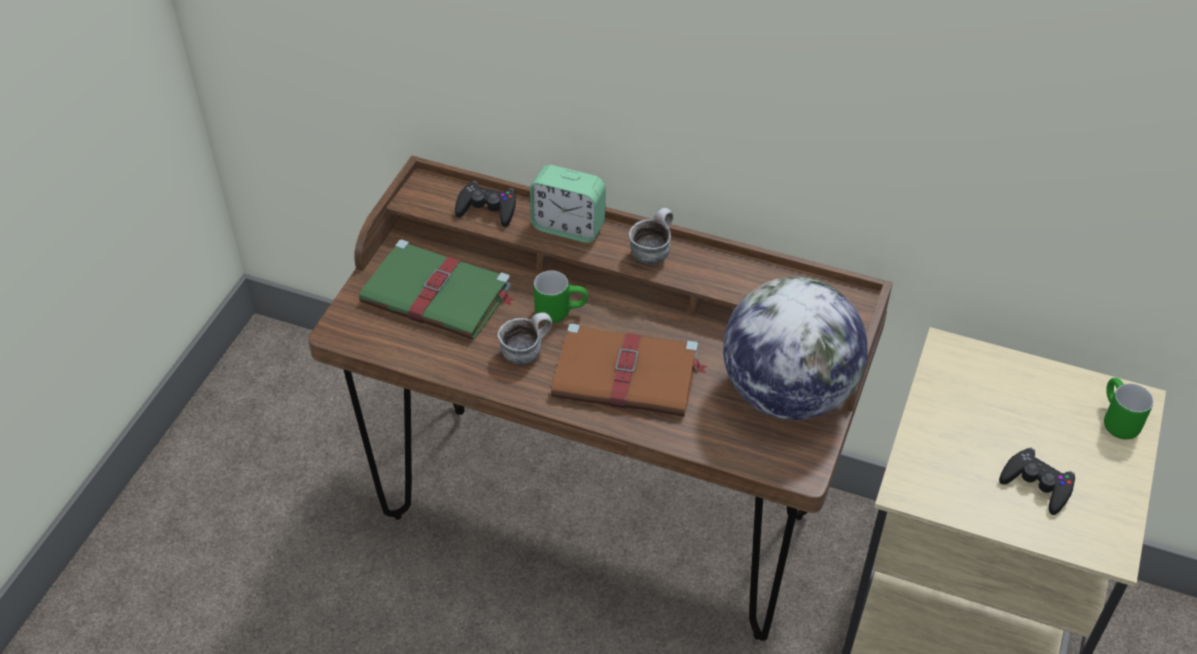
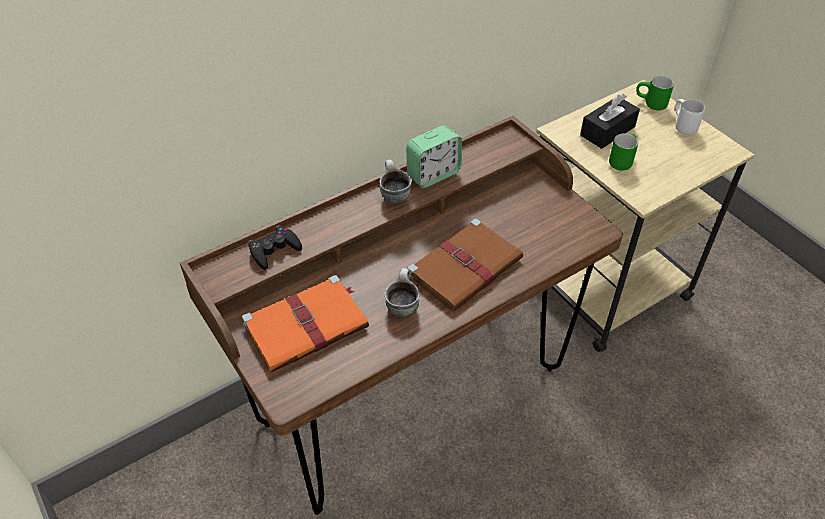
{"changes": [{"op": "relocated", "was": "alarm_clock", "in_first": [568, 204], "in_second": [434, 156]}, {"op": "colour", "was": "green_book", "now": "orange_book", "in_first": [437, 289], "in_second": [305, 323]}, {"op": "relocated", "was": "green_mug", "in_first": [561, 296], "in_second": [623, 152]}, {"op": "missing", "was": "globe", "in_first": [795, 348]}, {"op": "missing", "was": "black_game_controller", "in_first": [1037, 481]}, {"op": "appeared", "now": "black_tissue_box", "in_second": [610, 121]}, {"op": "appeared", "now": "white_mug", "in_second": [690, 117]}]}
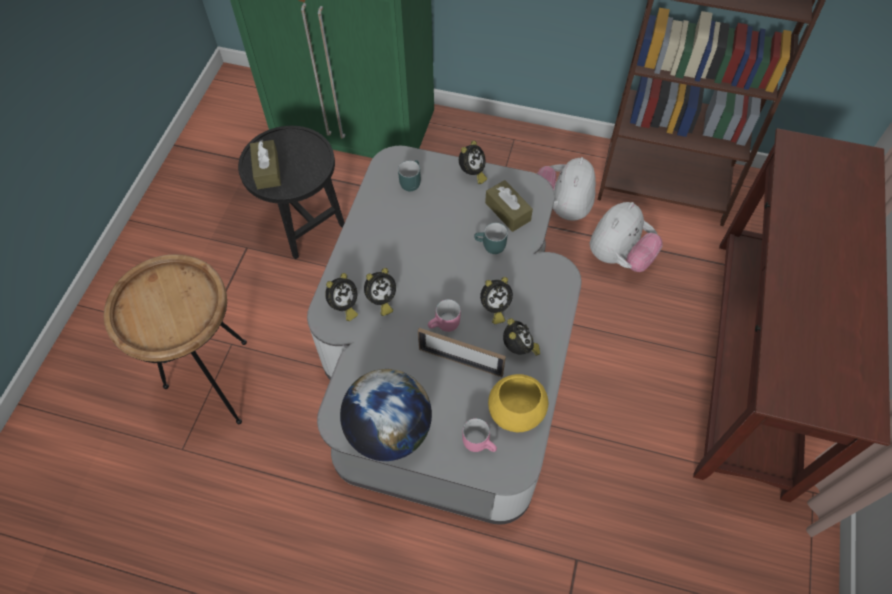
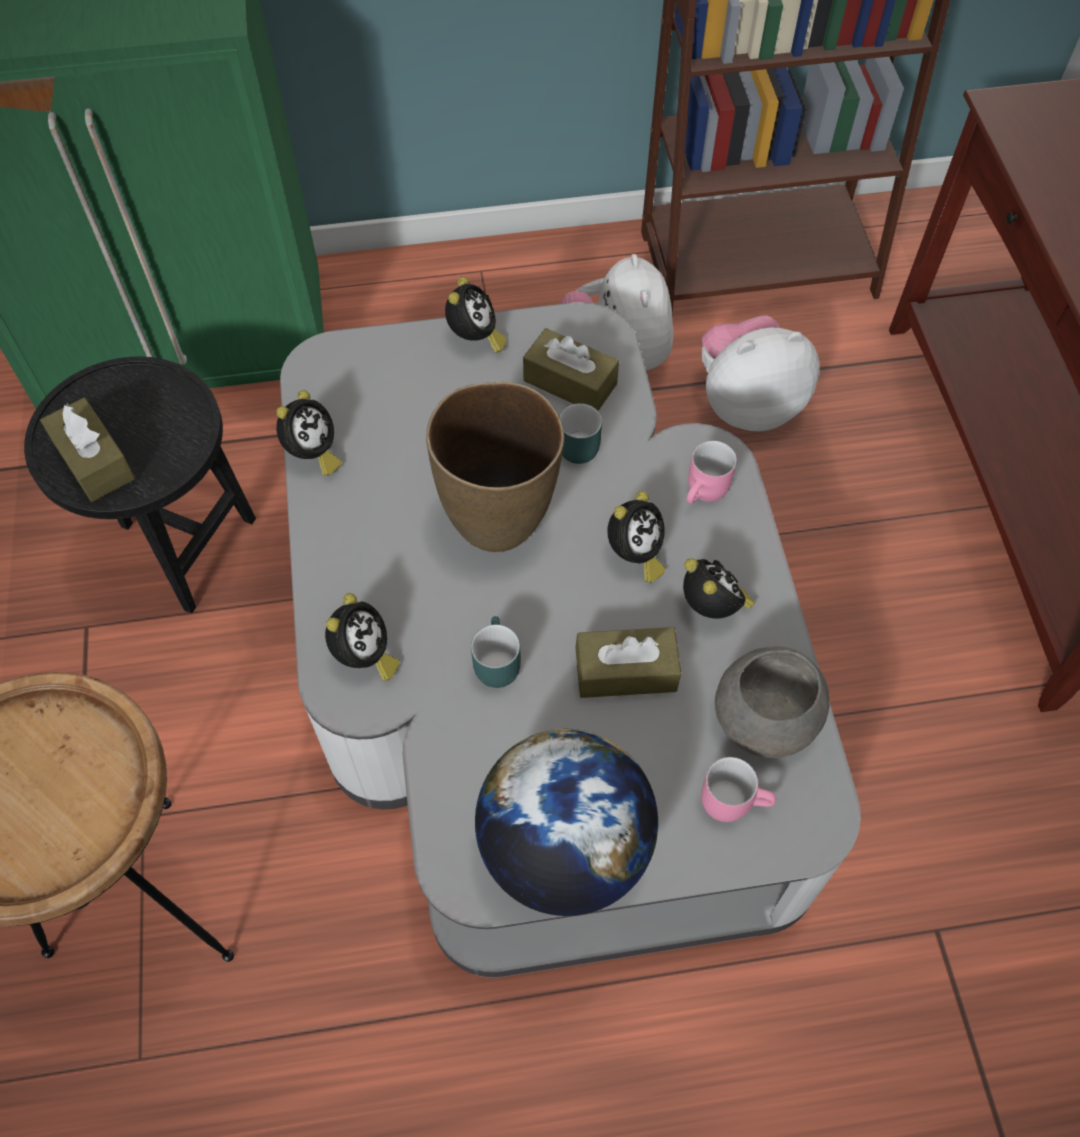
{"changes": [{"op": "relocated", "was": "turquoise_mug", "in_first": [409, 175], "in_second": [496, 652]}, {"op": "spun", "was": "plush_toy", "in_first": [626, 237], "in_second": [761, 373], "clockwise": -120}, {"op": "relocated", "was": "alarm_clock", "in_first": [380, 292], "in_second": [309, 433]}, {"op": "relocated", "was": "pink_mug", "in_first": [444, 315], "in_second": [712, 472]}, {"op": "exchanged", "was": "picture_frame", "now": "brown_tissue_box", "in_first": [462, 352], "in_second": [628, 662]}, {"op": "colour", "was": "yellow_bowl", "now": "grey_bowl", "in_first": [518, 403], "in_second": [772, 702]}, {"op": "appeared", "now": "brown_vase", "in_second": [495, 467]}]}
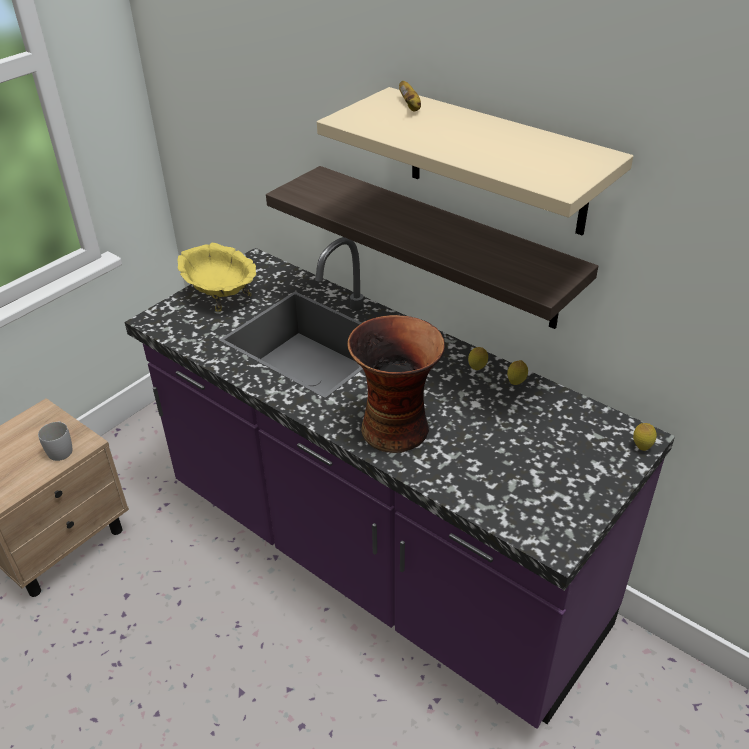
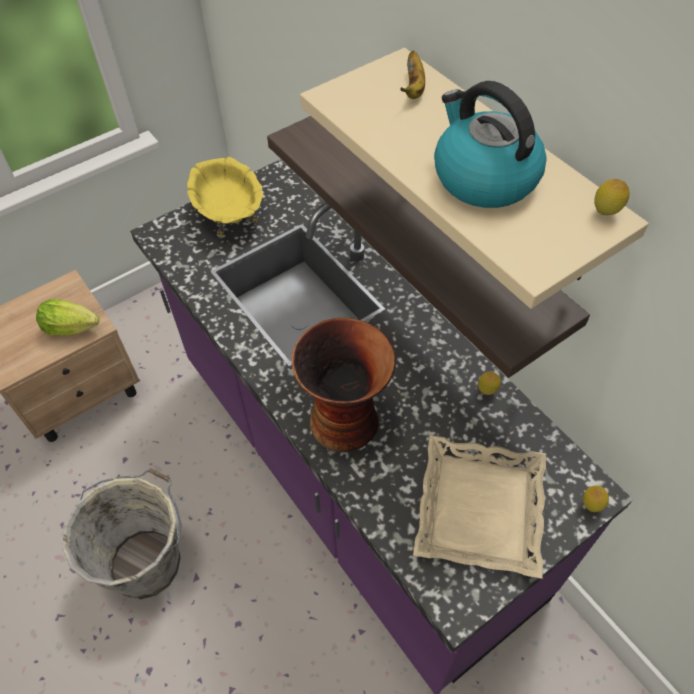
{"changes": [{"op": "relocated", "was": "lemon", "in_first": [478, 358], "in_second": [612, 197]}, {"op": "exchanged", "was": "white_mug", "now": "lettuce", "in_first": [55, 441], "in_second": [67, 317]}, {"op": "appeared", "now": "kettle", "in_second": [490, 144]}, {"op": "appeared", "now": "beige_tray", "in_second": [479, 507]}, {"op": "appeared", "now": "grey_bucket", "in_second": [122, 533]}]}
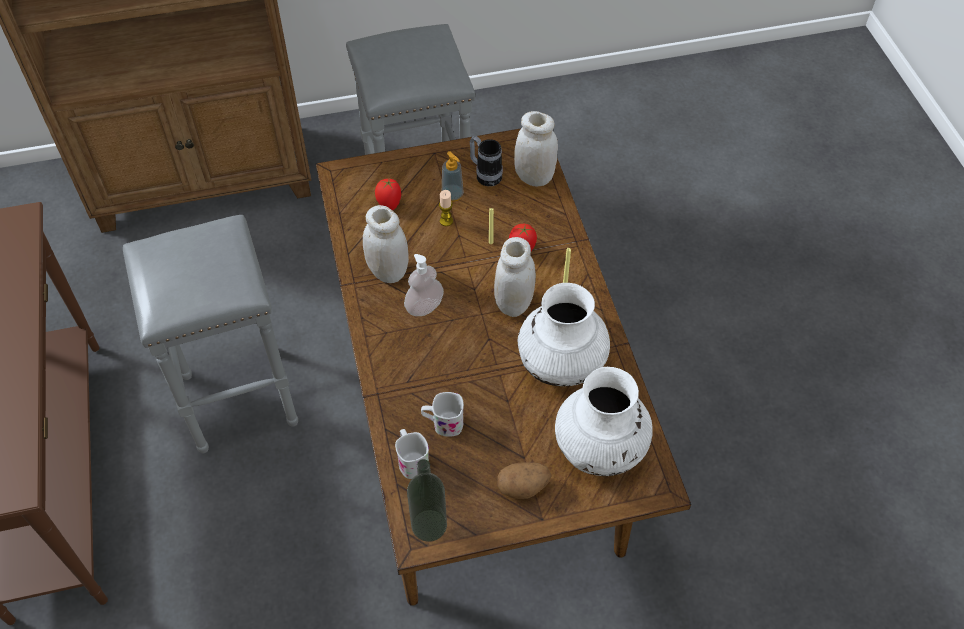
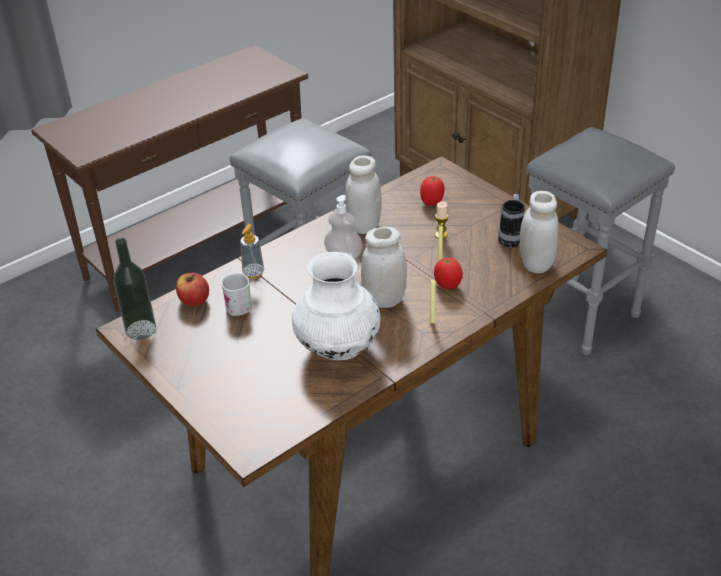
{"changes": [{"op": "relocated", "was": "soap_dispenser", "in_first": [453, 176], "in_second": [252, 251]}, {"op": "missing", "was": "white_vase", "in_first": [604, 421]}, {"op": "exchanged", "was": "white_mug", "now": "apple", "in_first": [412, 454], "in_second": [192, 289]}, {"op": "missing", "was": "potato", "in_first": [524, 480]}]}
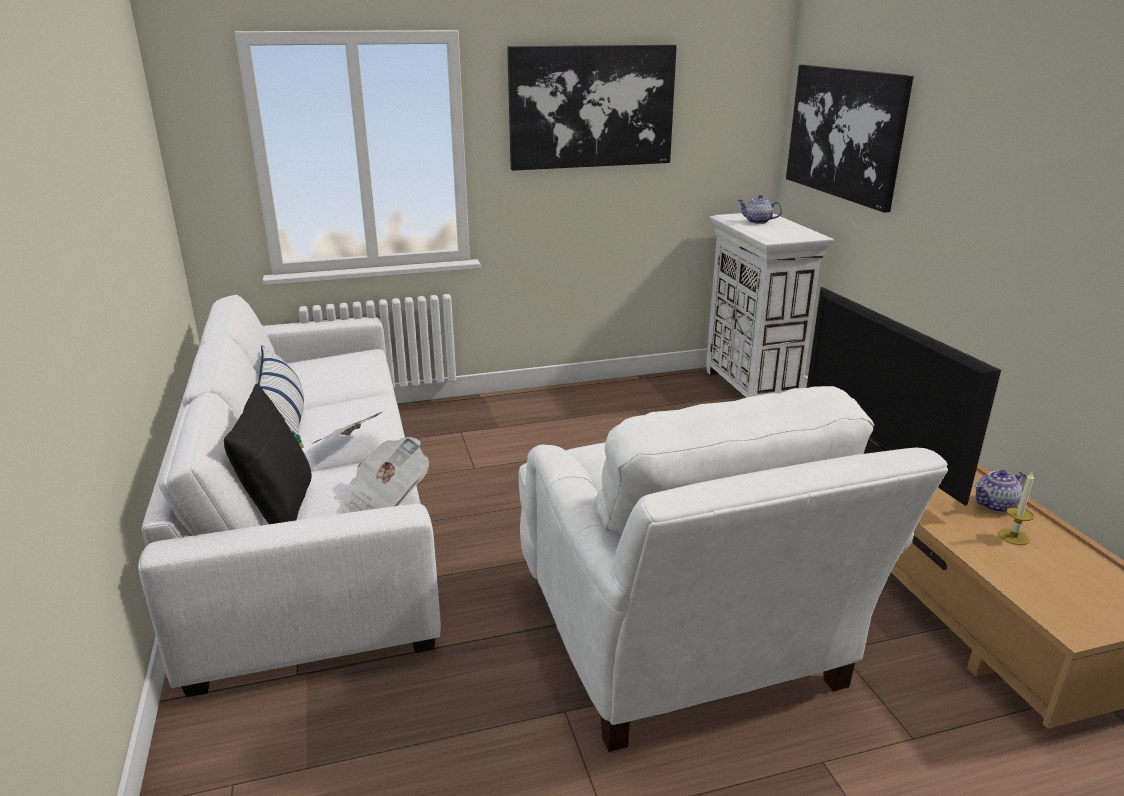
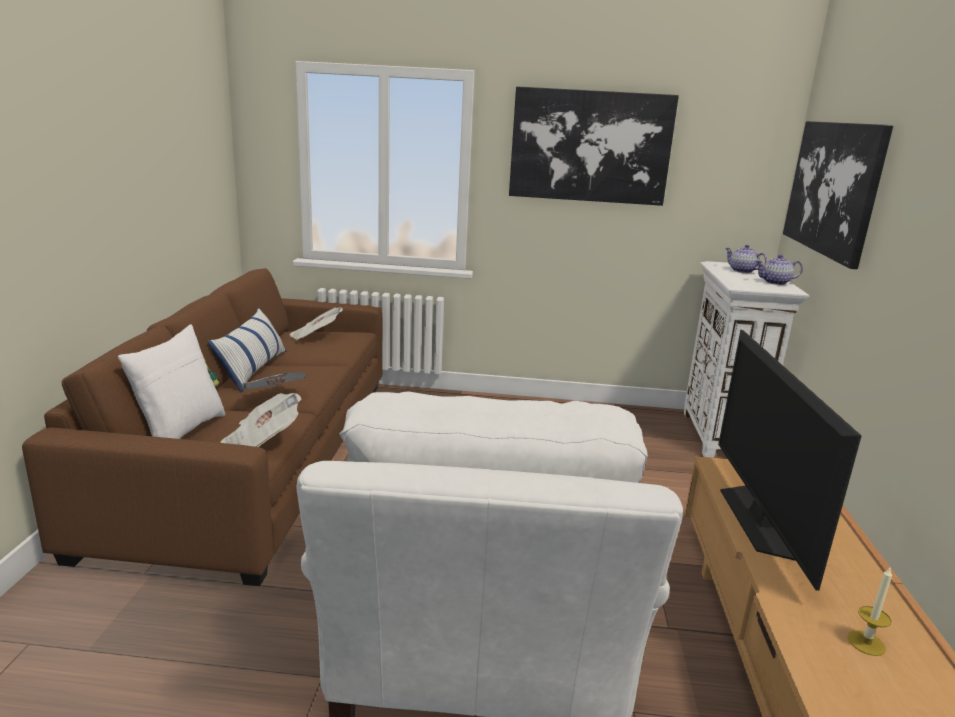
{"changes": [{"op": "colour", "was": "white_sofa", "now": "brown_sofa", "in_first": [289, 496], "in_second": [202, 427]}, {"op": "colour", "was": "black_pillow", "now": "white_pillow", "in_first": [268, 454], "in_second": [171, 382]}, {"op": "relocated", "was": "teapot", "in_first": [1000, 491], "in_second": [779, 270]}, {"op": "appeared", "now": "newspaper", "in_second": [316, 323]}]}
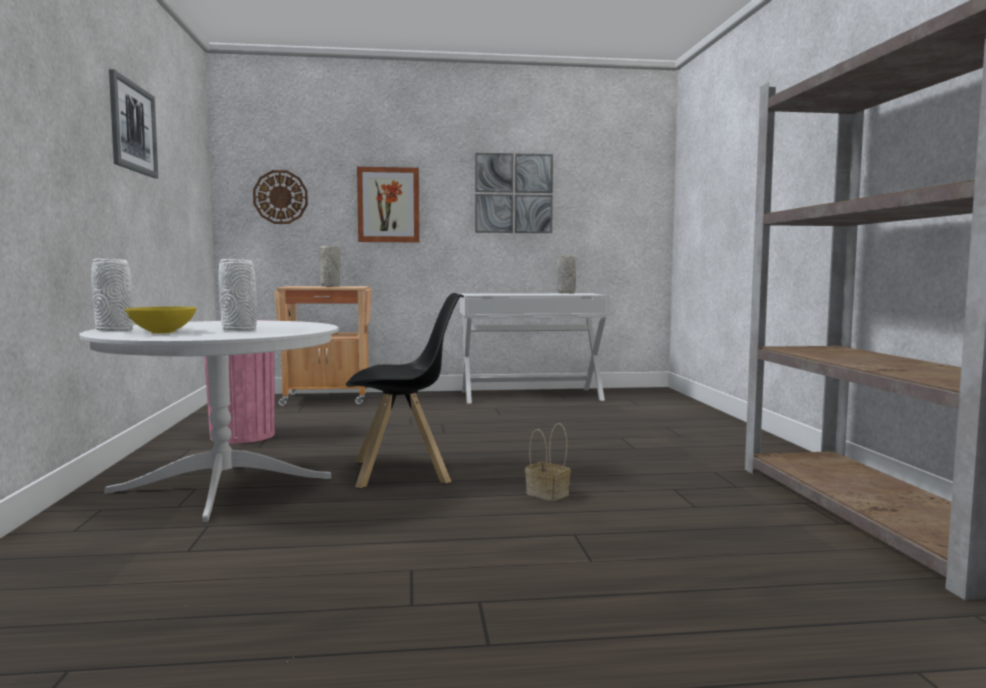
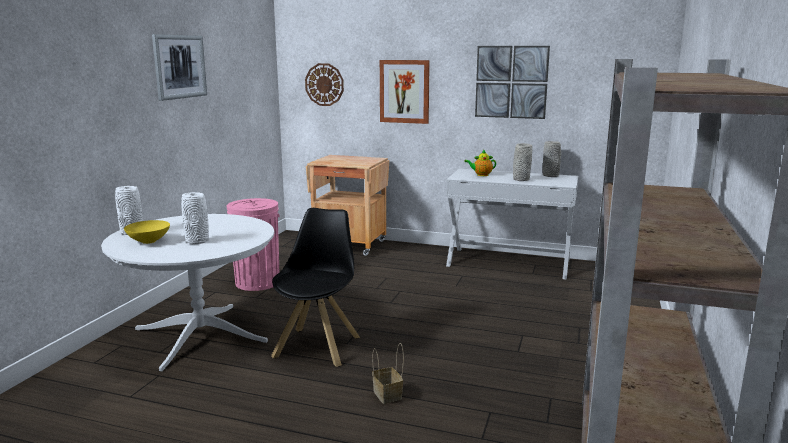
{"changes": [{"op": "relocated", "was": "grey_vase", "in_first": [330, 266], "in_second": [522, 162]}, {"op": "spun", "was": "black_chair", "in_first": [405, 391], "in_second": [315, 287], "clockwise": -90}, {"op": "appeared", "now": "teapot", "in_second": [480, 162]}]}
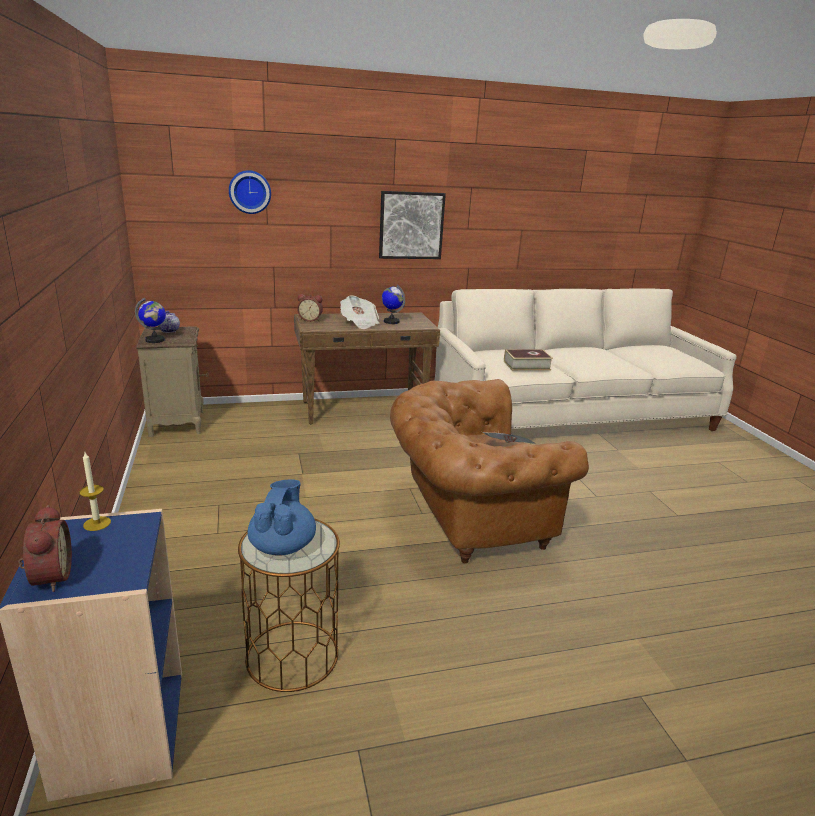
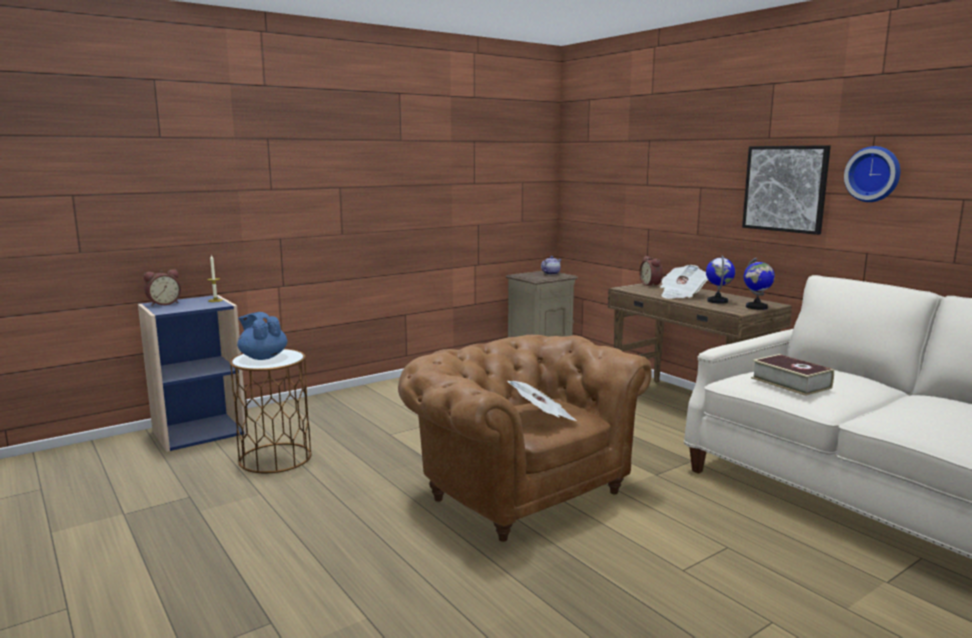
{"changes": [{"op": "relocated", "was": "wall_clock", "in_first": [250, 192], "in_second": [872, 174]}, {"op": "relocated", "was": "globe", "in_first": [150, 320], "in_second": [759, 284]}, {"op": "spun", "was": "blue_teapot", "in_first": [282, 517], "in_second": [262, 336], "clockwise": -120}]}
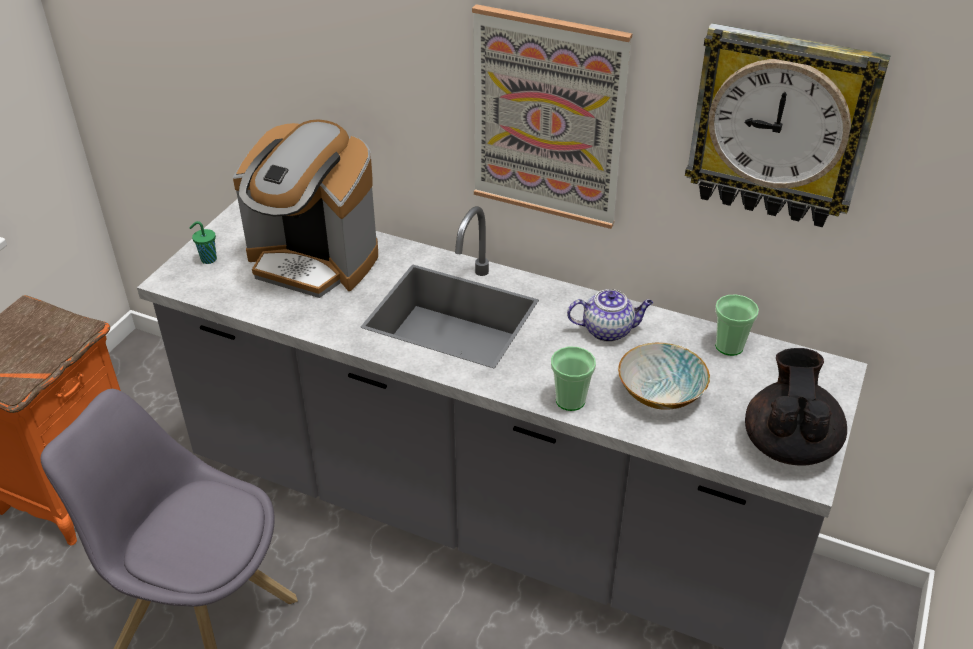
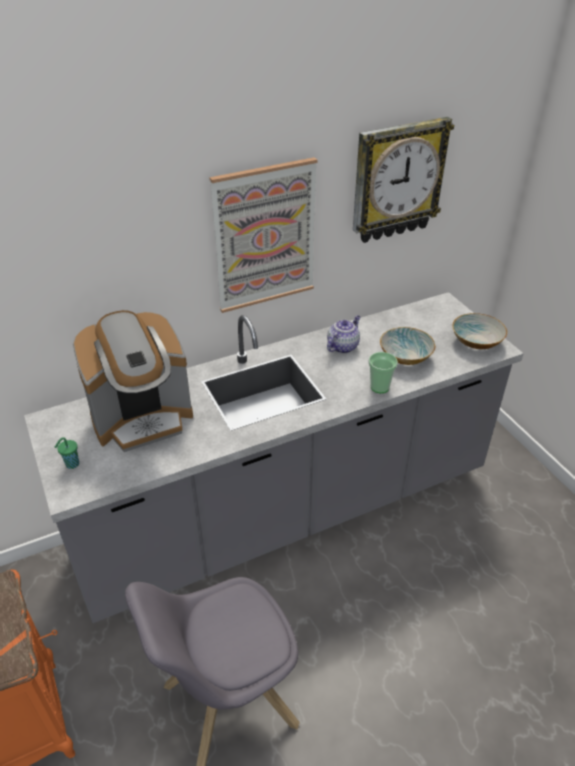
{"changes": [{"op": "missing", "was": "cup", "in_first": [737, 325]}, {"op": "exchanged", "was": "black_teapot", "now": "bowl", "in_first": [796, 407], "in_second": [479, 331]}]}
